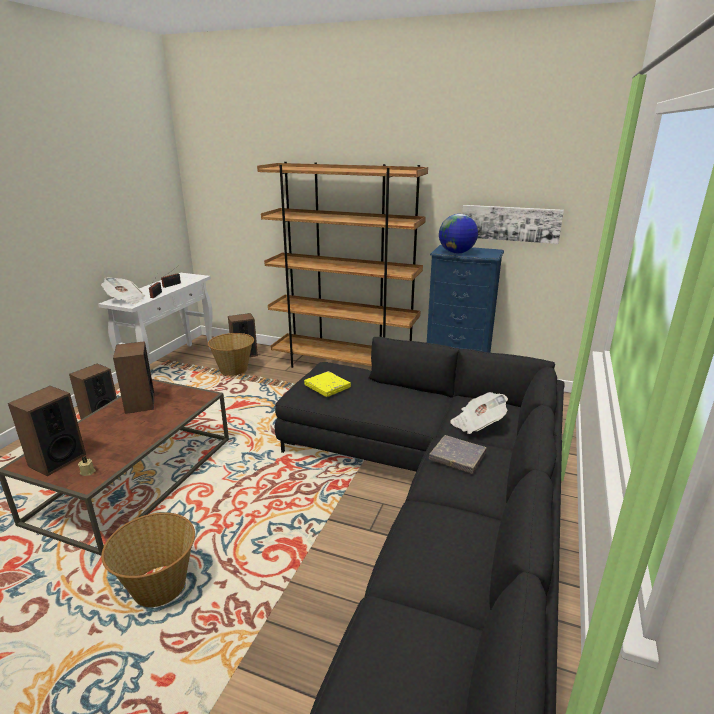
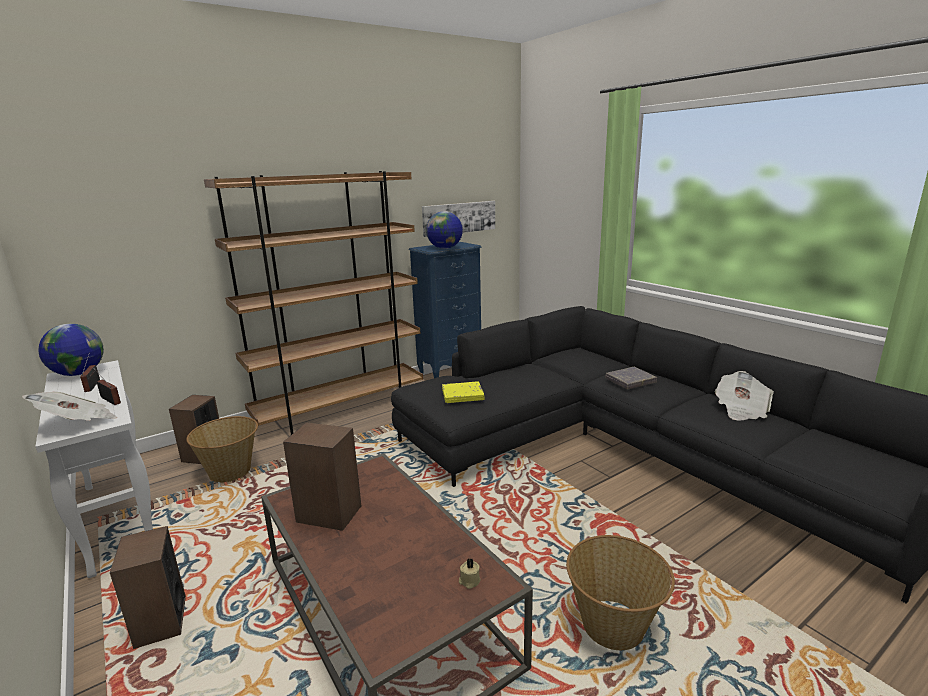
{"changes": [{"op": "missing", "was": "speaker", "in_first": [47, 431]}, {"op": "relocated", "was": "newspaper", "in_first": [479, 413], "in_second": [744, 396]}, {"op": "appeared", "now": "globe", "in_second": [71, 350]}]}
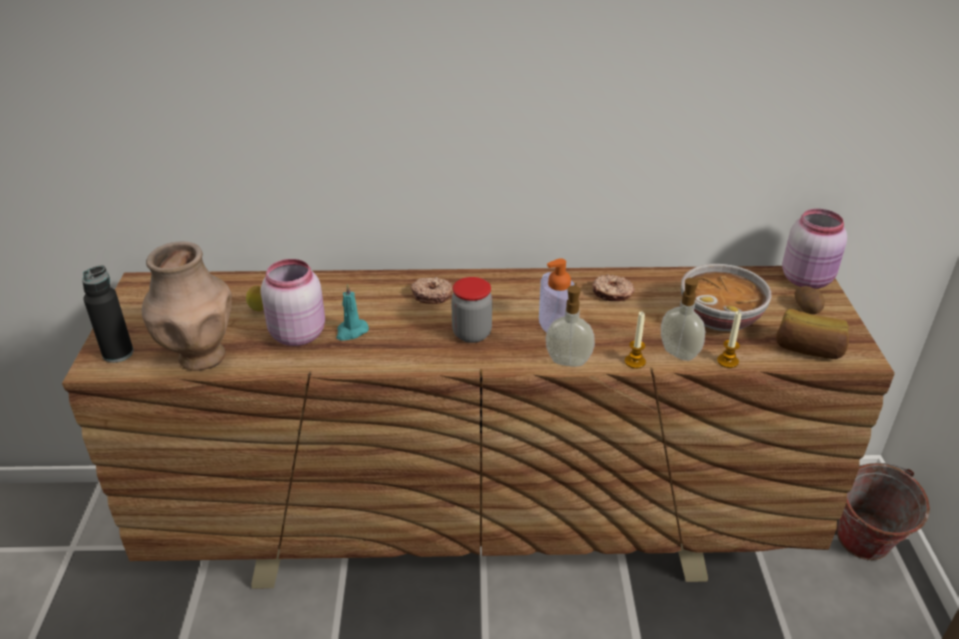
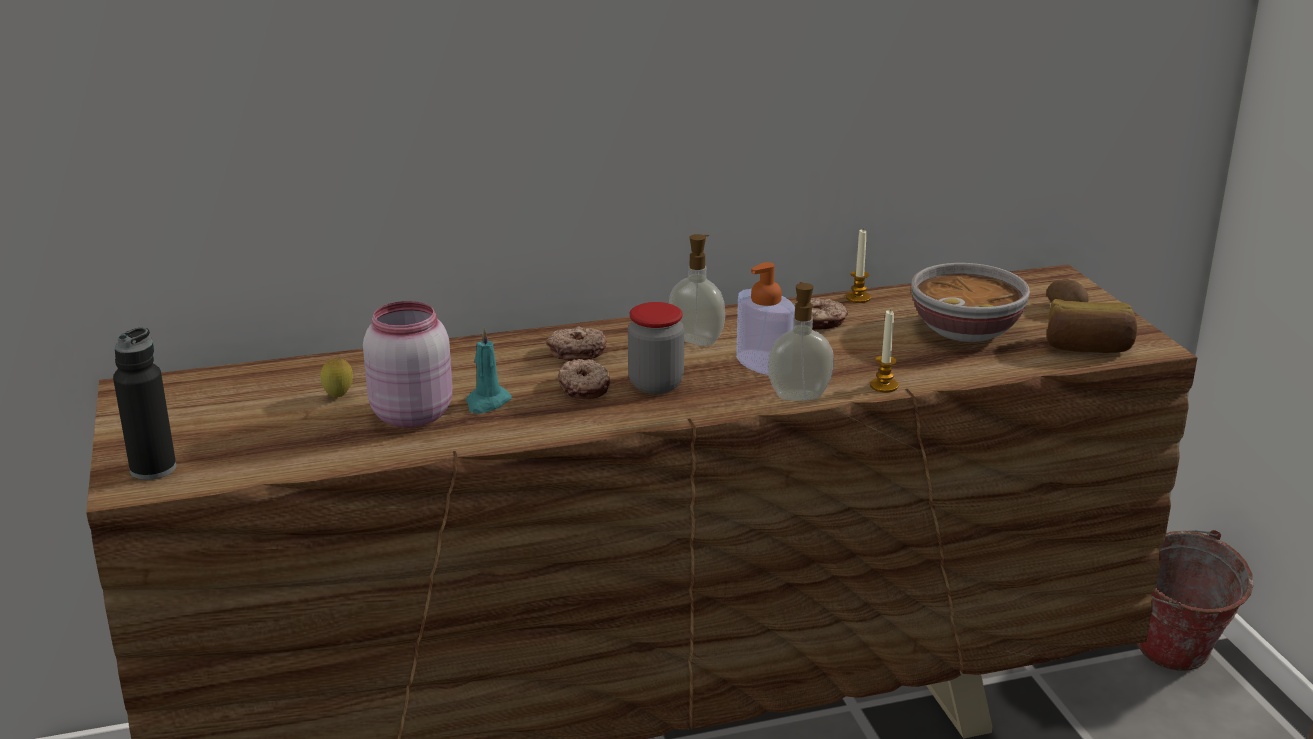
{"changes": [{"op": "missing", "was": "pink_jar", "in_first": [814, 249]}, {"op": "missing", "was": "brown_vase", "in_first": [187, 306]}, {"op": "relocated", "was": "soap_dispenser", "in_first": [683, 319], "in_second": [697, 290]}, {"op": "relocated", "was": "candle", "in_first": [729, 339], "in_second": [858, 266]}, {"op": "appeared", "now": "donut", "in_second": [584, 379]}]}
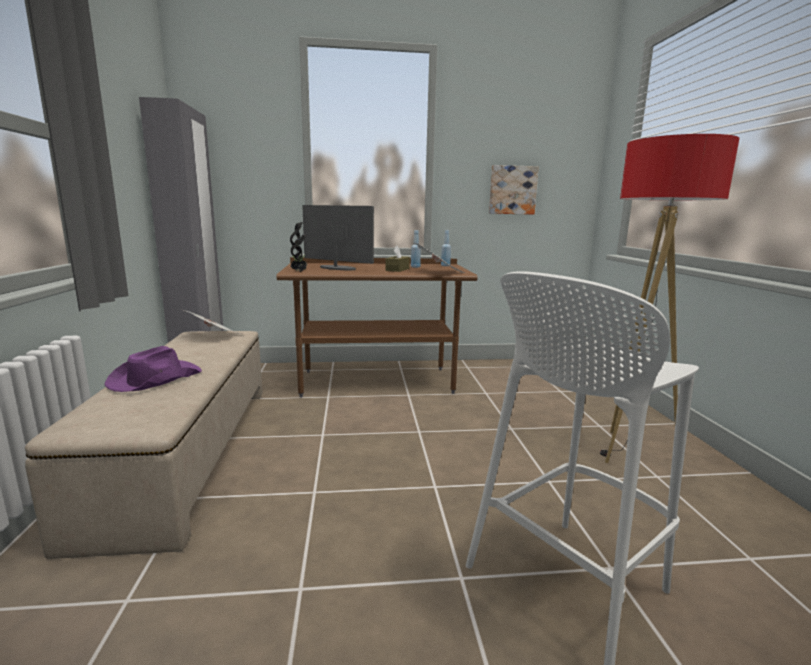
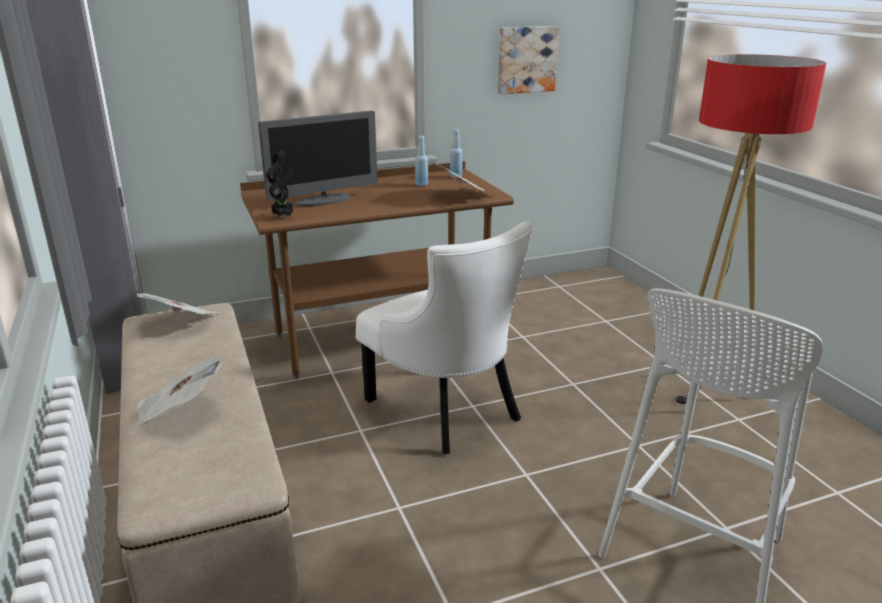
{"changes": [{"op": "spun", "was": "monitor", "in_first": [338, 237], "in_second": [318, 158], "clockwise": 135}, {"op": "missing", "was": "brown_tissue_box", "in_first": [398, 259]}, {"op": "exchanged", "was": "purple_hat", "now": "newspaper", "in_first": [153, 369], "in_second": [179, 391]}, {"op": "appeared", "now": "white_chair", "in_second": [443, 337]}]}
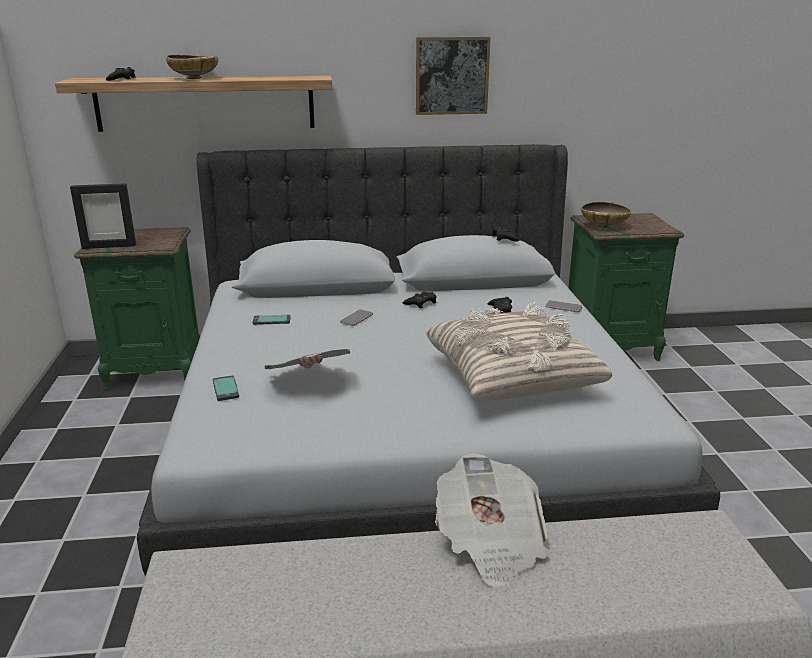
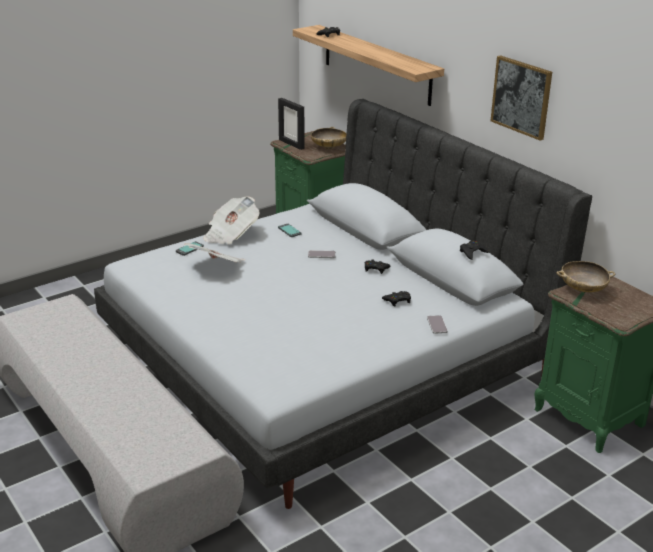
{"changes": [{"op": "relocated", "was": "beige_bowl", "in_first": [192, 66], "in_second": [329, 138]}, {"op": "missing", "was": "beige_pillow", "in_first": [519, 351]}, {"op": "relocated", "was": "newspaper", "in_first": [492, 520], "in_second": [231, 220]}]}
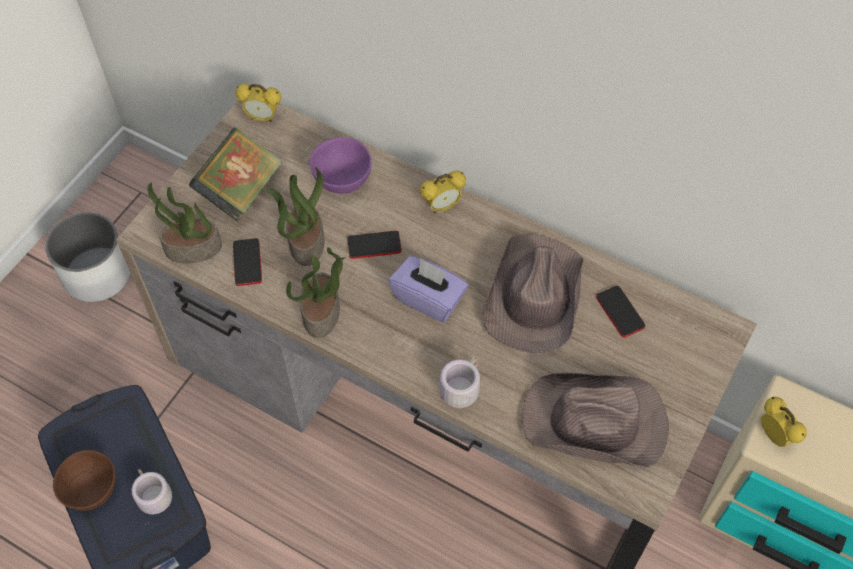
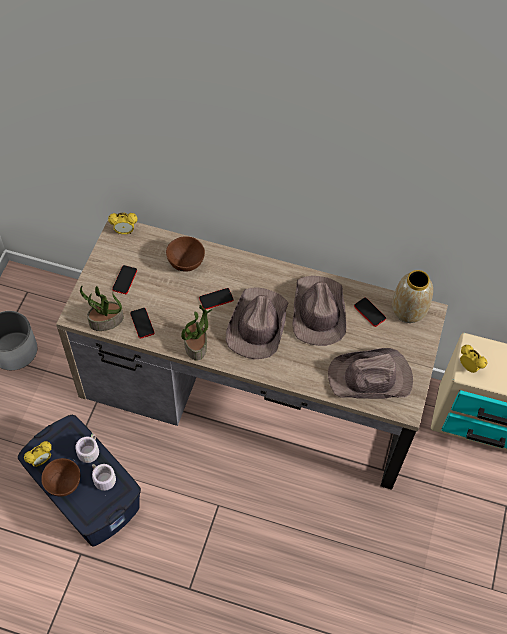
{"changes": [{"op": "exchanged", "was": "book", "now": "phone", "in_first": [235, 174], "in_second": [124, 279]}, {"op": "colour", "was": "purple_bowl", "now": "brown_bowl", "in_first": [340, 165], "in_second": [185, 254]}, {"op": "missing", "was": "potted_plant", "in_first": [295, 216]}, {"op": "relocated", "was": "alarm_clock", "in_first": [443, 192], "in_second": [38, 454]}, {"op": "exchanged", "was": "purple_tissue_box", "now": "brown_hat", "in_first": [428, 289], "in_second": [257, 323]}, {"op": "relocated", "was": "grey_mug", "in_first": [454, 382], "in_second": [85, 448]}, {"op": "appeared", "now": "vase", "in_second": [412, 296]}]}
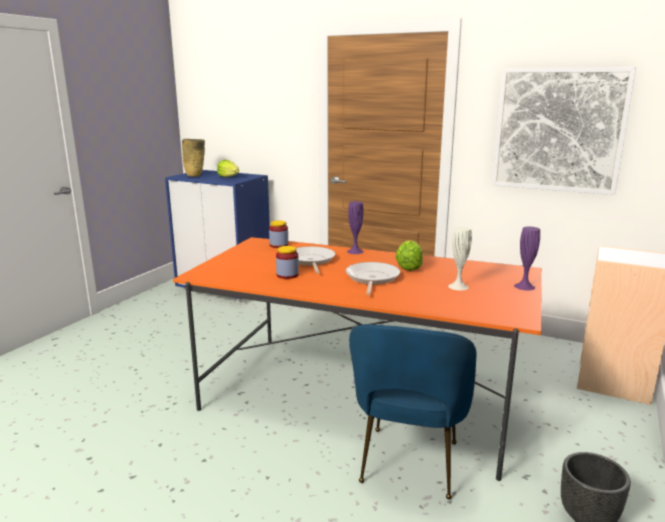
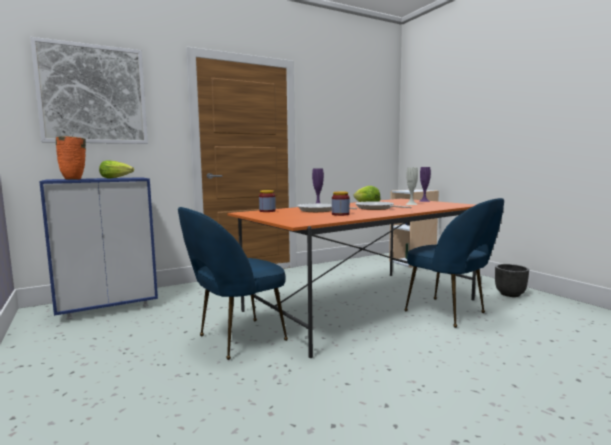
{"changes": [{"op": "relocated", "was": "picture", "in_first": [564, 131], "in_second": [89, 90]}, {"op": "colour", "was": "beige_vase", "now": "orange_vase", "in_first": [193, 158], "in_second": [71, 158]}, {"op": "appeared", "now": "blue_chair", "in_second": [233, 283]}]}
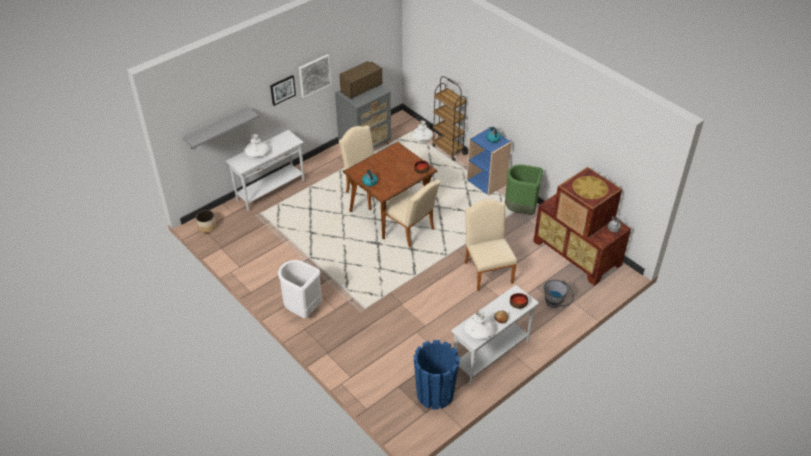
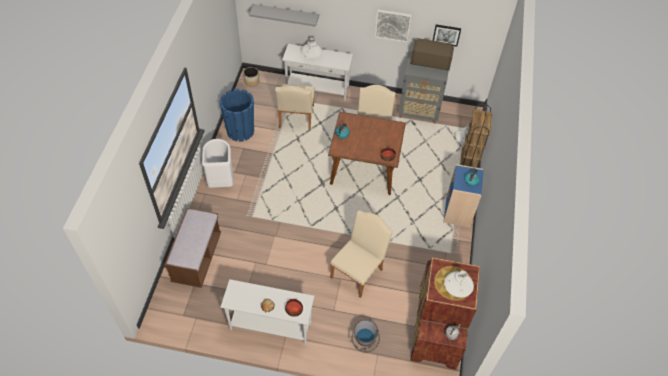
{"changes": [{"op": "relocated", "was": "picture", "in_first": [283, 90], "in_second": [447, 35]}, {"op": "missing", "was": "green_trash_can", "in_first": [524, 189]}, {"op": "relocated", "was": "beige_chair", "in_first": [413, 213], "in_second": [295, 107]}, {"op": "relocated", "was": "white_vase", "in_first": [479, 325], "in_second": [459, 283]}, {"op": "relocated", "was": "blue_planter", "in_first": [437, 375], "in_second": [237, 115]}, {"op": "appeared", "now": "brown_bench", "in_second": [192, 248]}]}
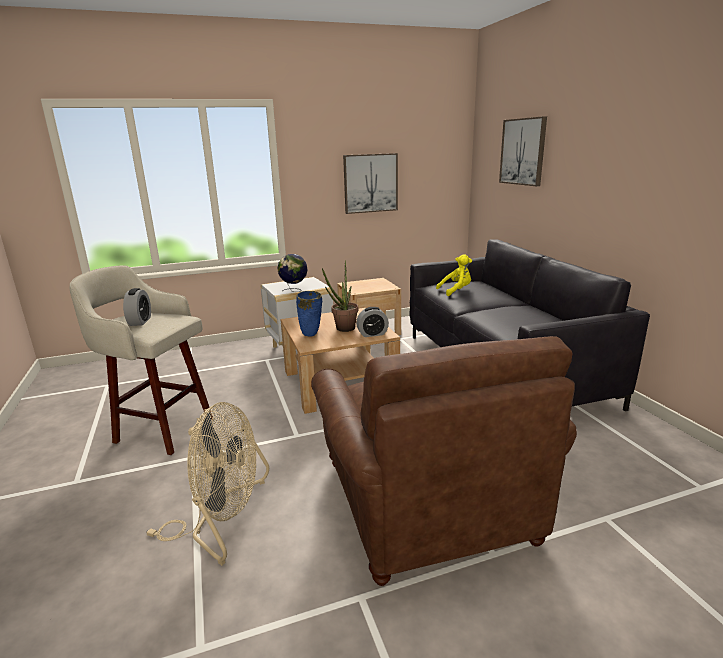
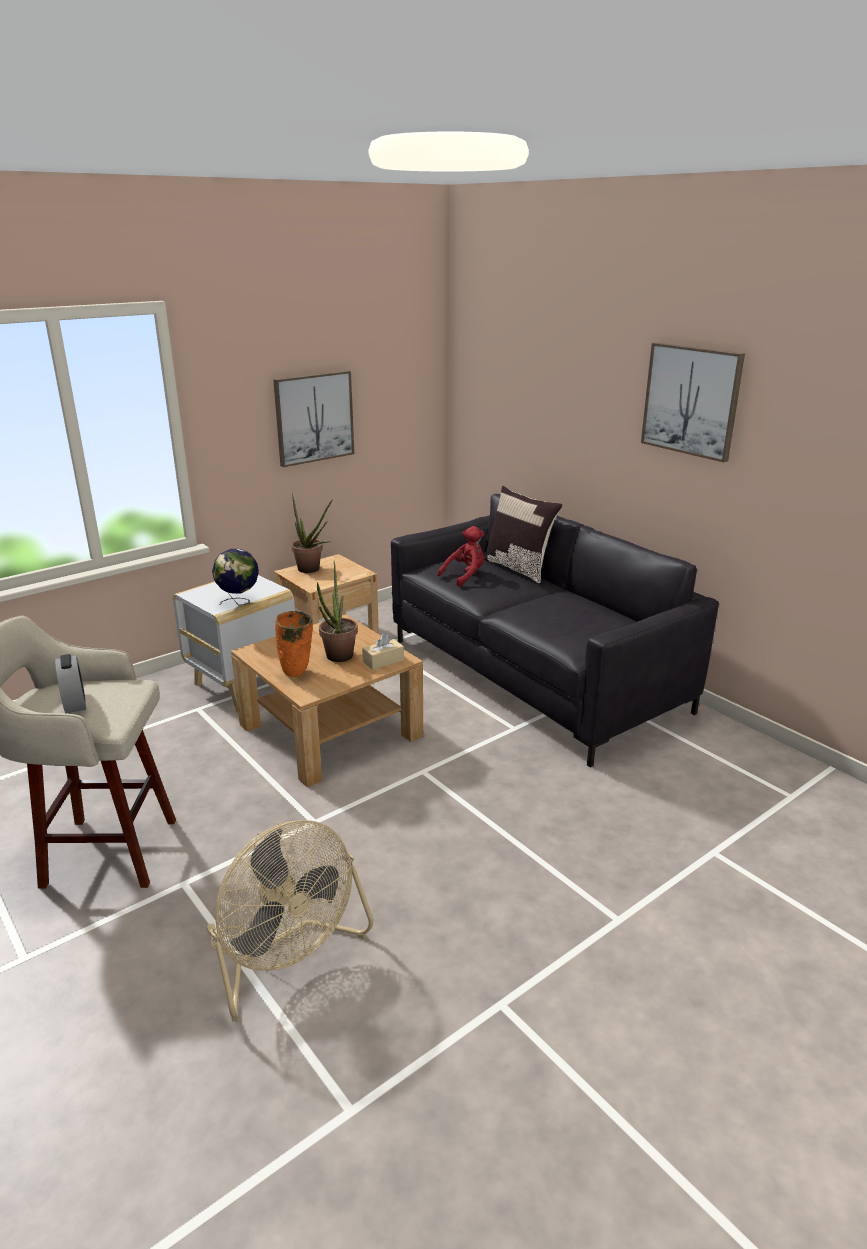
{"changes": [{"op": "relocated", "was": "picture", "in_first": [523, 151], "in_second": [693, 402]}, {"op": "colour", "was": "yellow_plush_toy", "now": "red_plush_toy", "in_first": [454, 275], "in_second": [461, 556]}, {"op": "colour", "was": "blue_vase", "now": "orange_vase", "in_first": [309, 314], "in_second": [294, 644]}, {"op": "exchanged", "was": "alarm_clock", "now": "beige_tissue_box", "in_first": [372, 322], "in_second": [383, 651]}, {"op": "missing", "was": "brown_armchair", "in_first": [444, 461]}, {"op": "spun", "was": "beige_fan", "in_first": [207, 484], "in_second": [289, 920], "clockwise": 60}, {"op": "appeared", "now": "pillow", "in_second": [523, 534]}, {"op": "appeared", "now": "potted_plant", "in_second": [312, 533]}]}
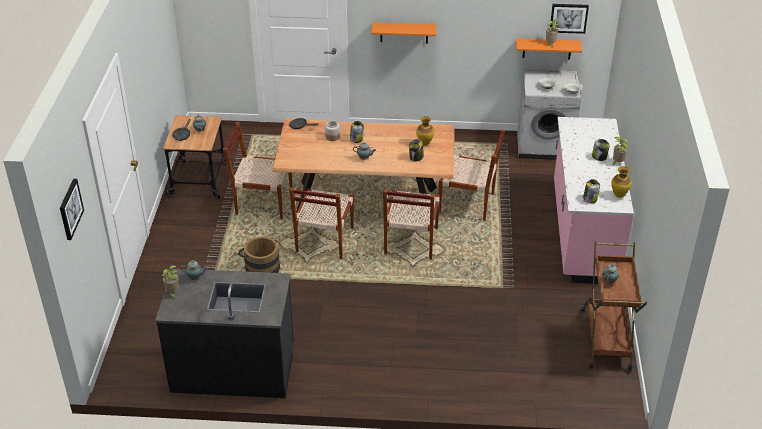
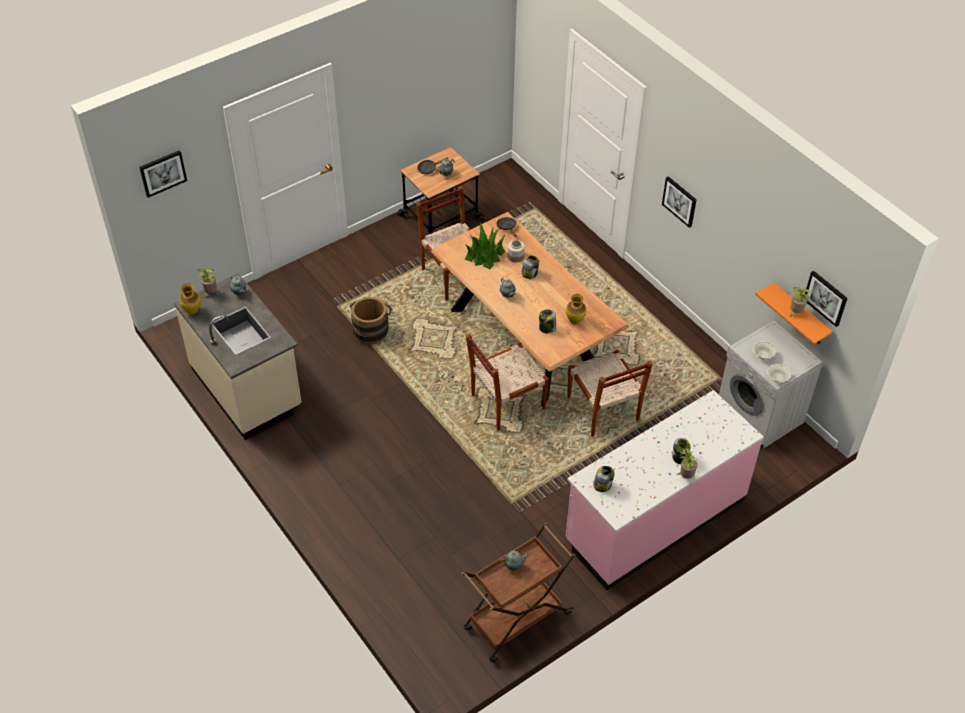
{"changes": [{"op": "exchanged", "was": "orange_shelf", "now": "picture", "in_first": [404, 33], "in_second": [679, 202]}, {"op": "relocated", "was": "vase", "in_first": [621, 182], "in_second": [190, 299]}, {"op": "missing", "was": "chair", "in_first": [321, 223]}, {"op": "colour", "was": "black_counter", "now": "beige_counter", "in_first": [224, 333], "in_second": [238, 356]}, {"op": "appeared", "now": "potted_plant", "in_second": [485, 246]}]}
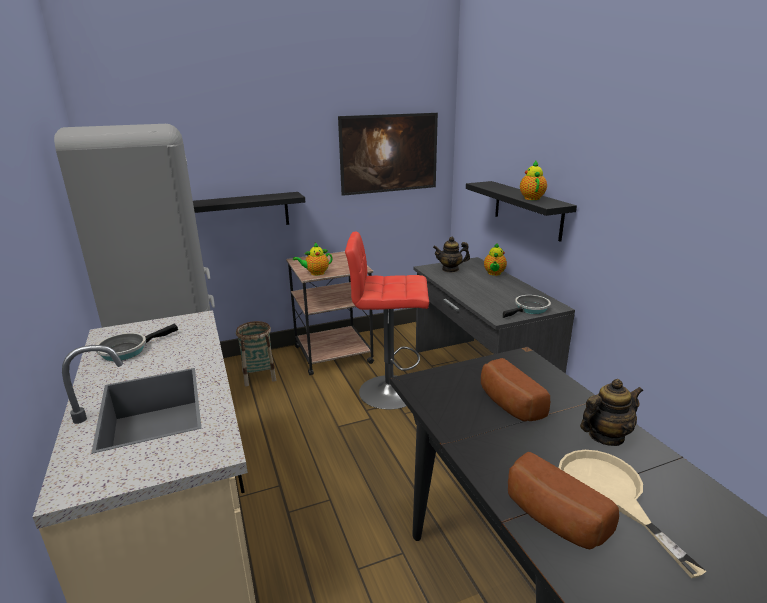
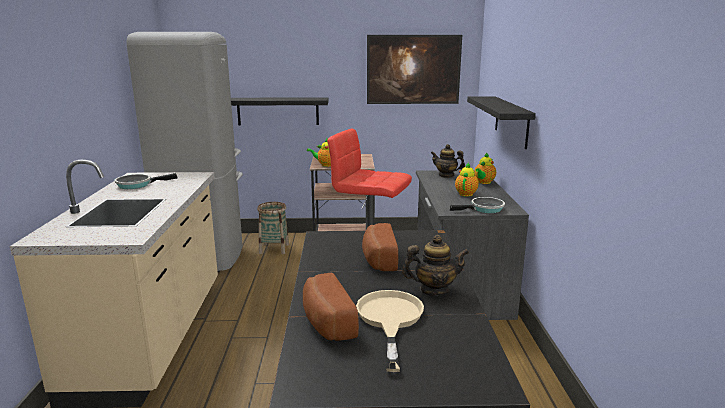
{"changes": [{"op": "relocated", "was": "teapot", "in_first": [533, 180], "in_second": [467, 179]}]}
